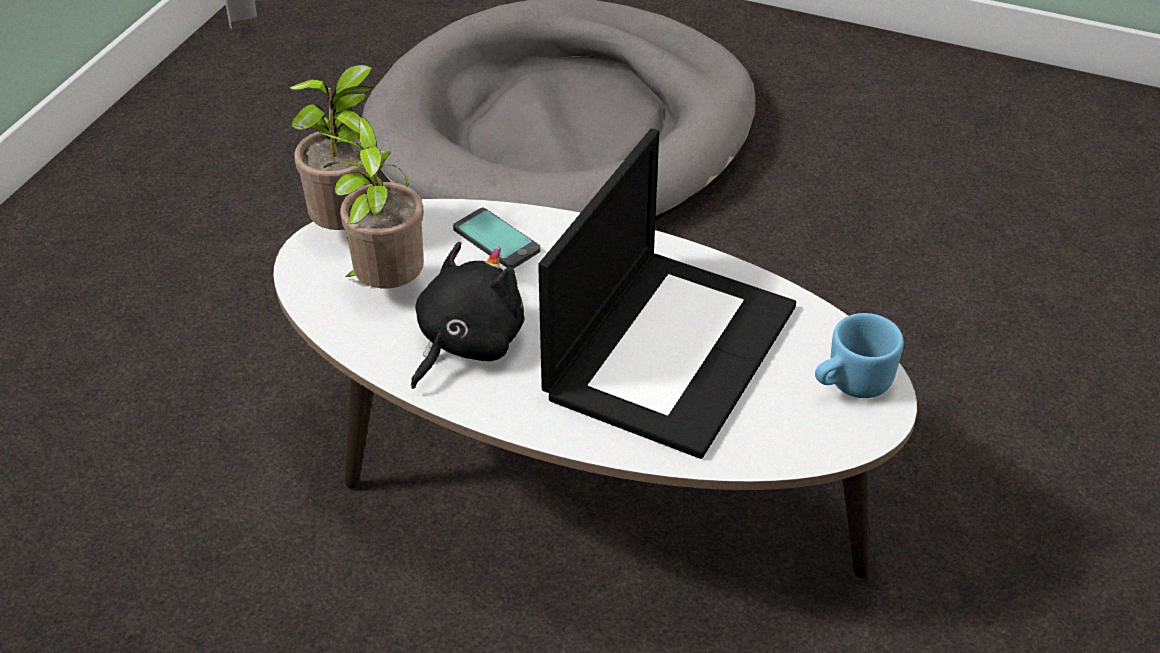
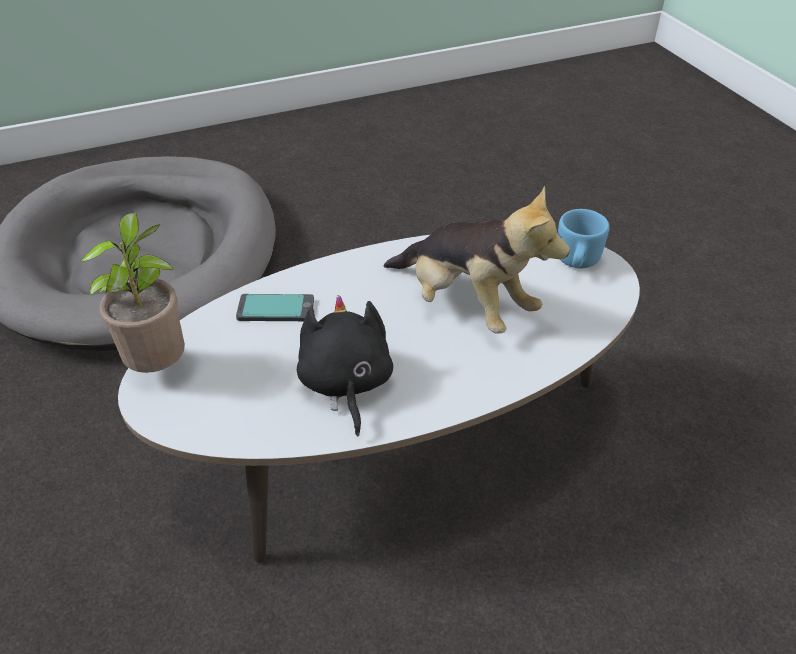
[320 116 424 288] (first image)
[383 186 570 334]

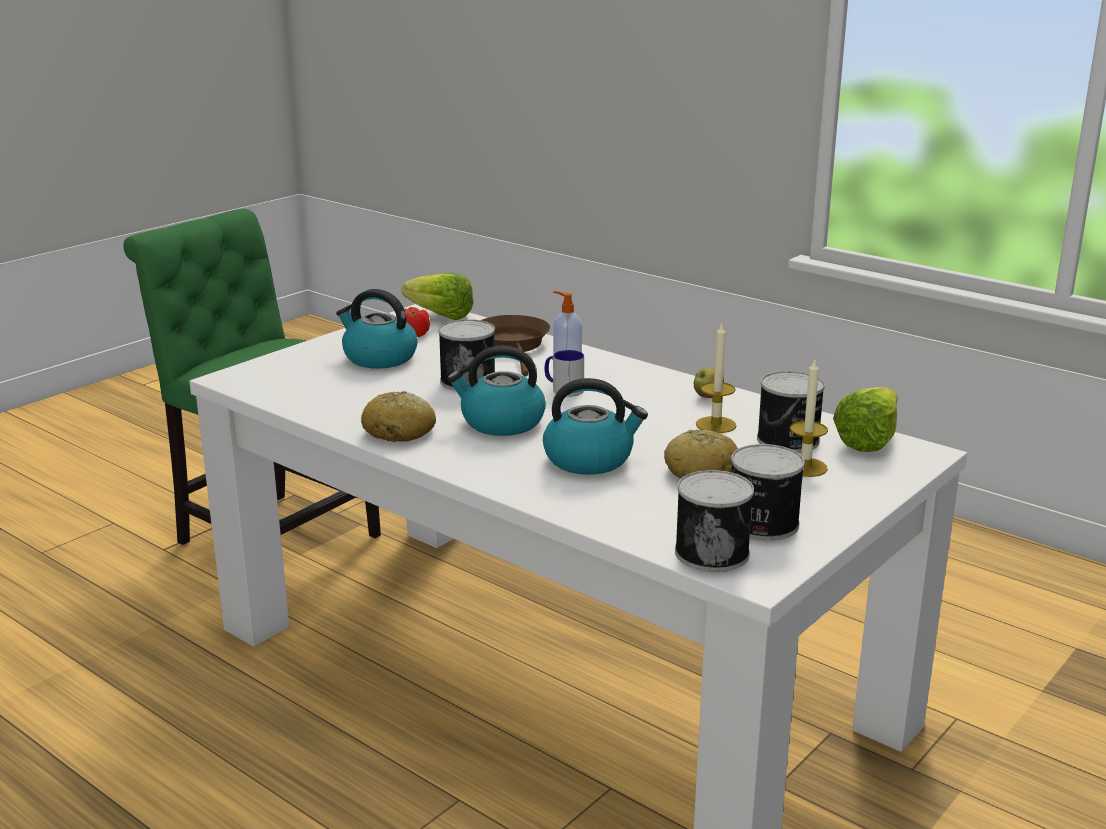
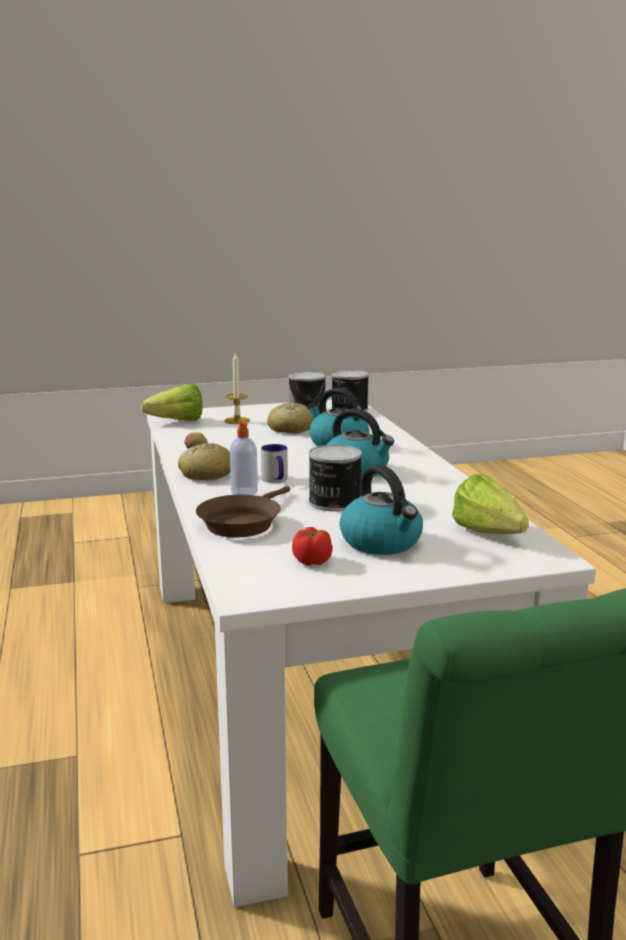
[696 322 736 433] (first image)
[757 371 825 453] (first image)
[178 443 230 480]
[452 474 529 534]

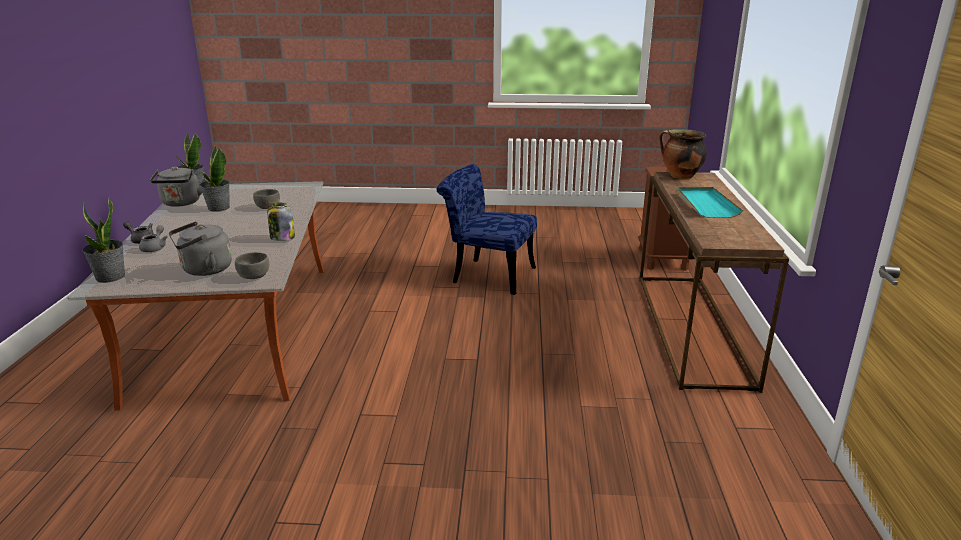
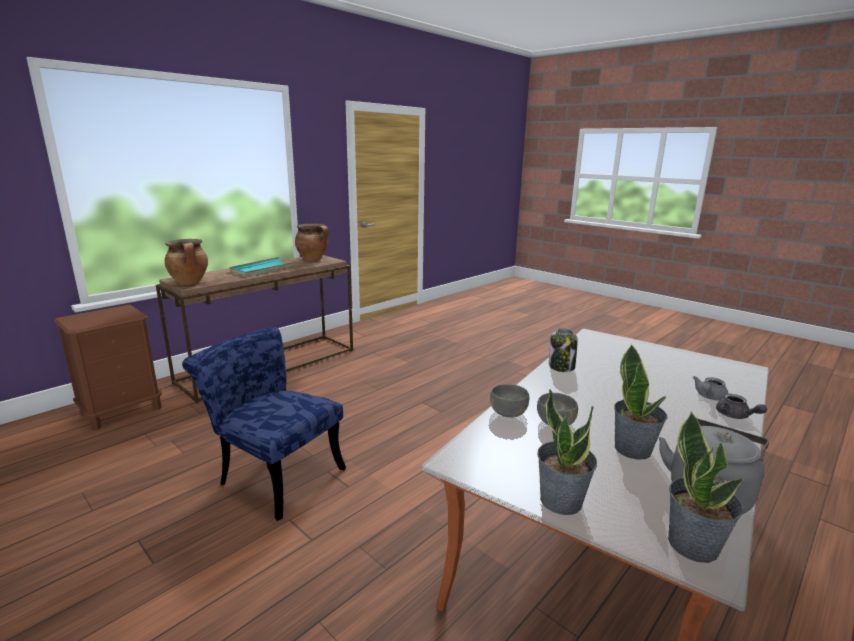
[169 221 232 276] (first image)
[295 224 329 261]
[537 389 597 515]
[490 384 529 417]
[182 327 346 521]

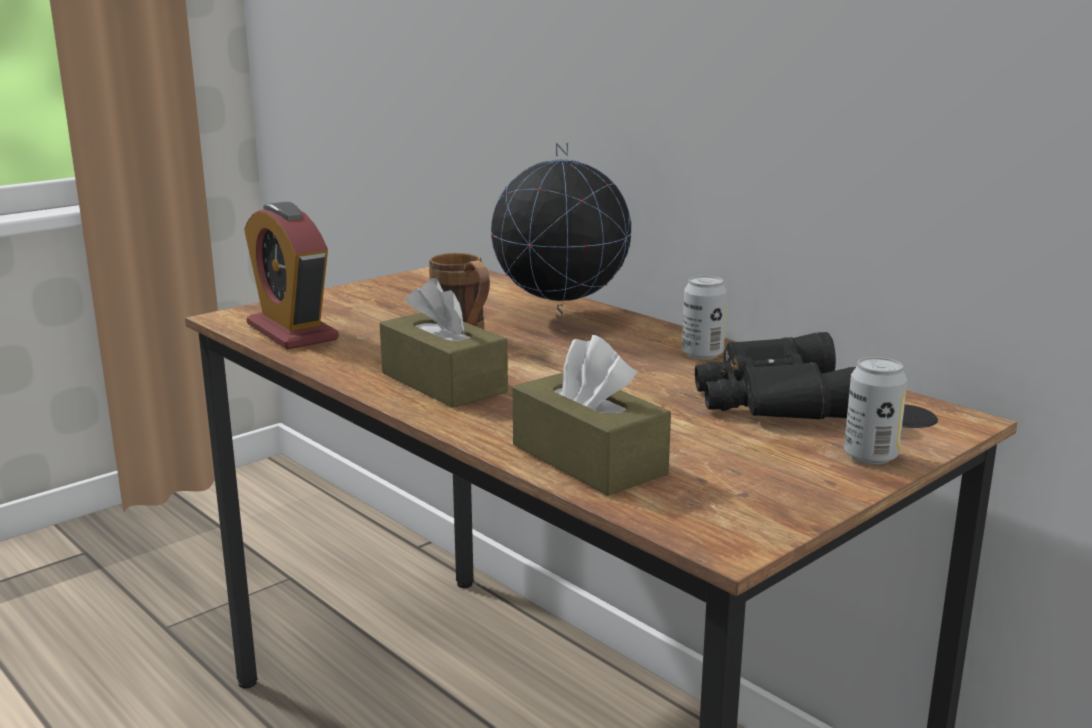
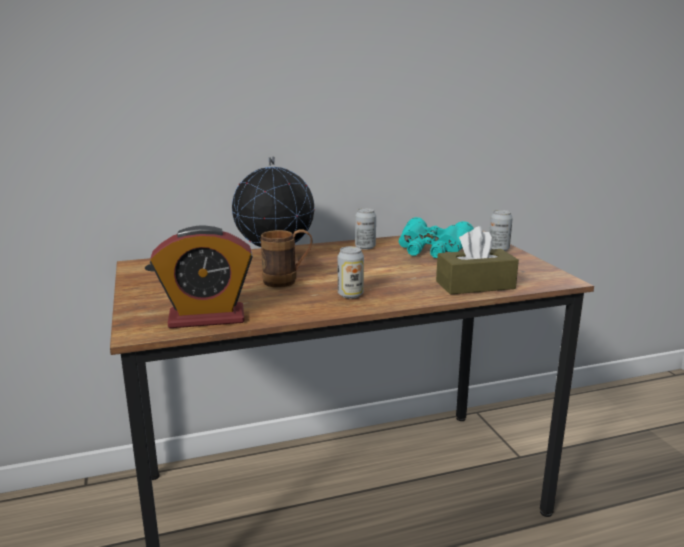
[338 246 364 298]
[399 217 474 258]

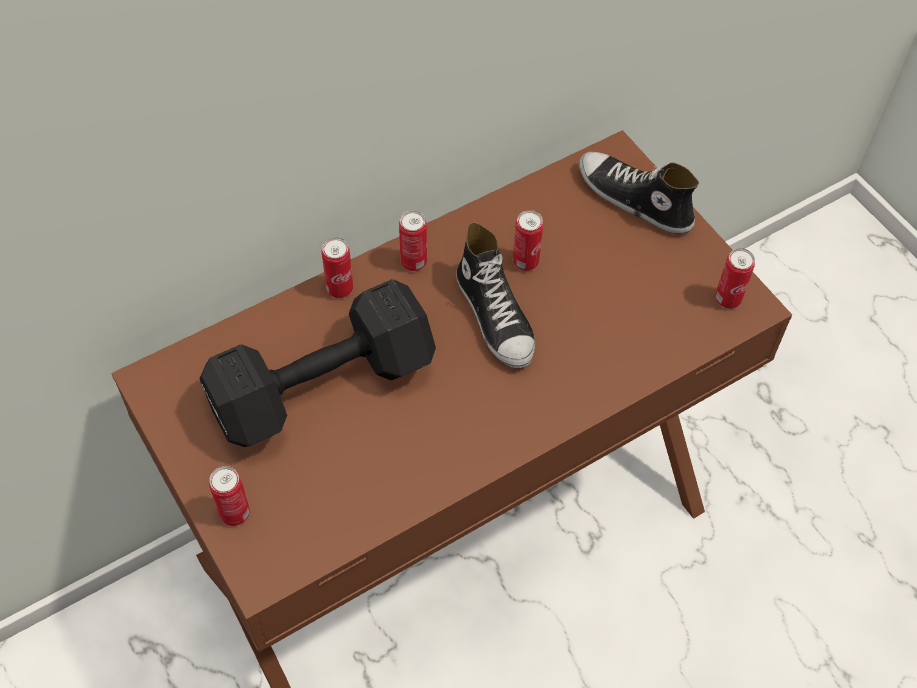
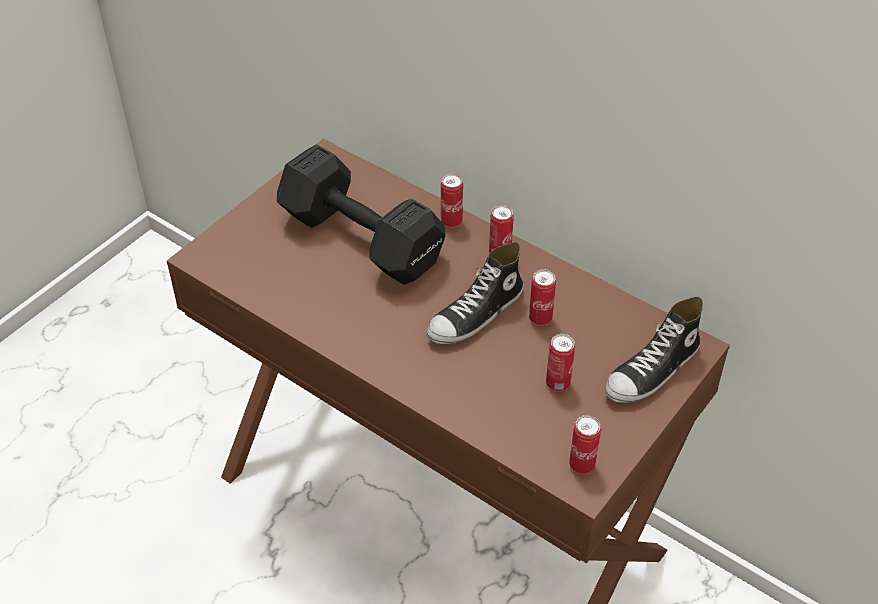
[546 334 575 391]
[605 297 703 403]

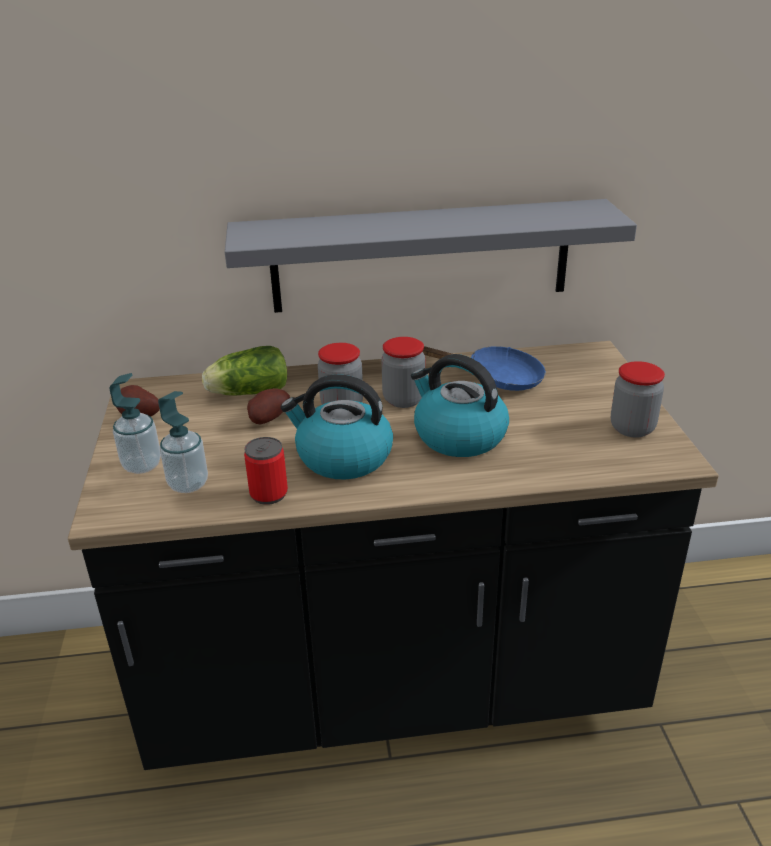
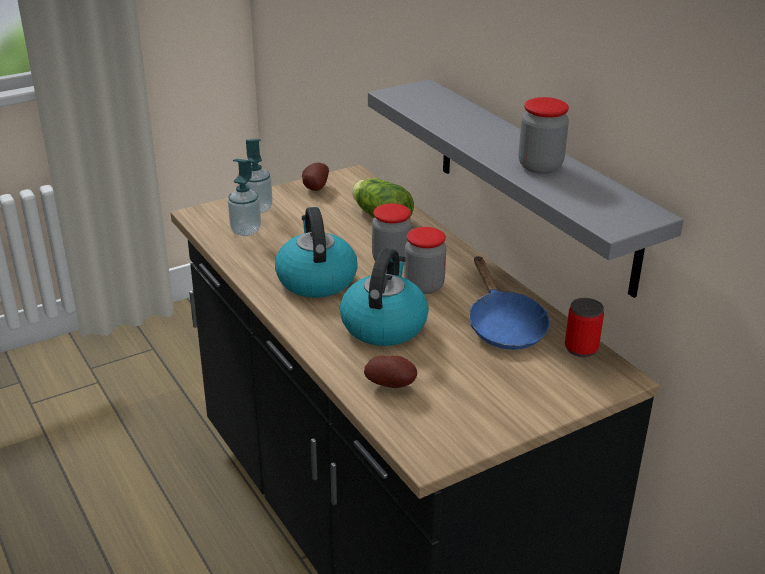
[565 298 604 357]
[364 356 417 388]
[518 97 569 174]

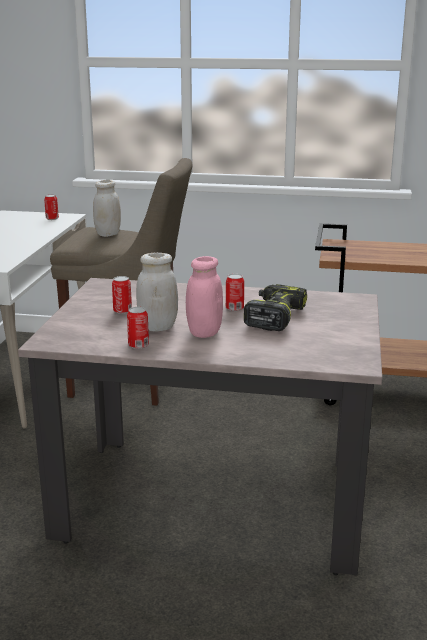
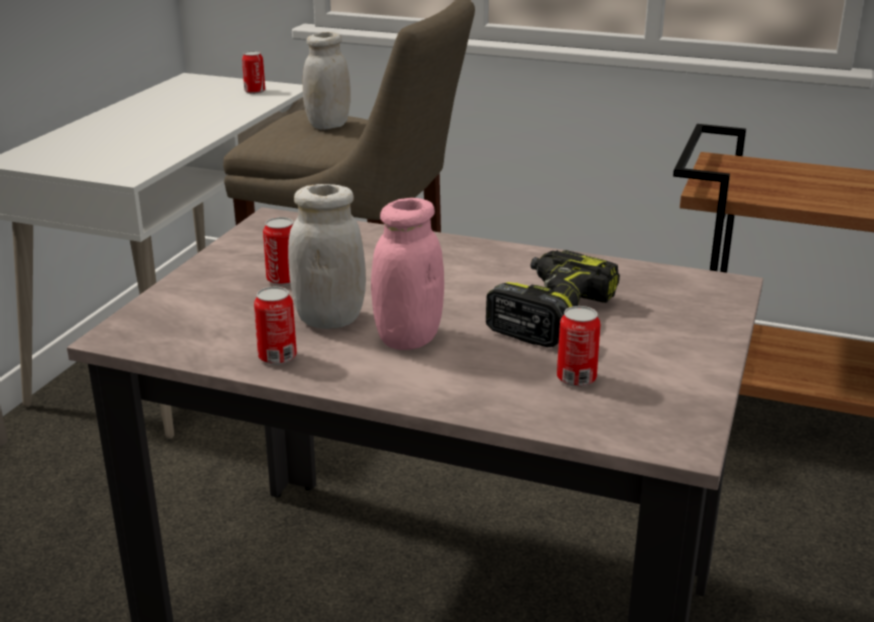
[557 306 600 387]

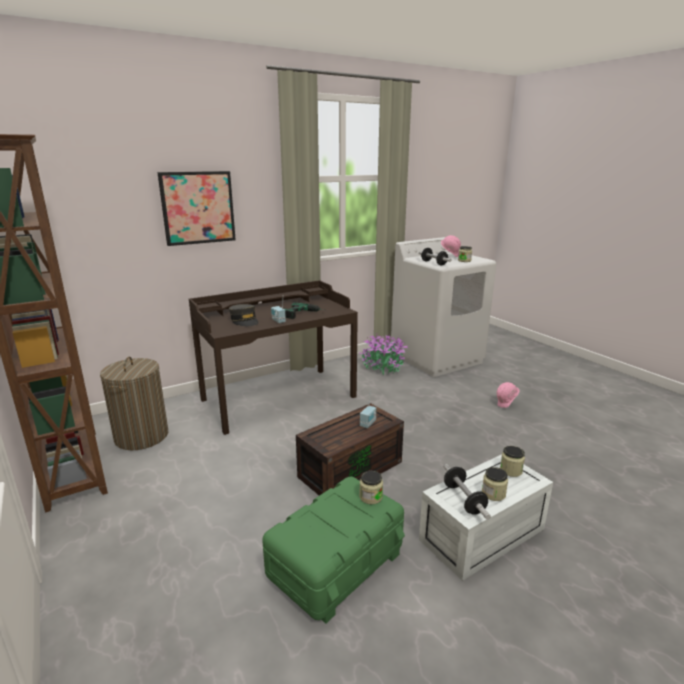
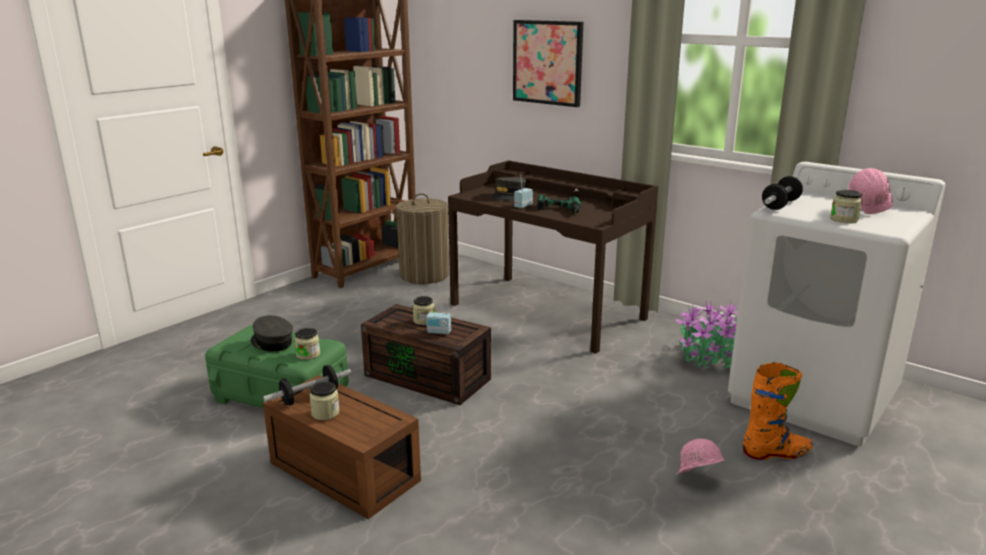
[251 315 293 352]
[743 362 813 460]
[413 296 435 325]
[263 375 421 519]

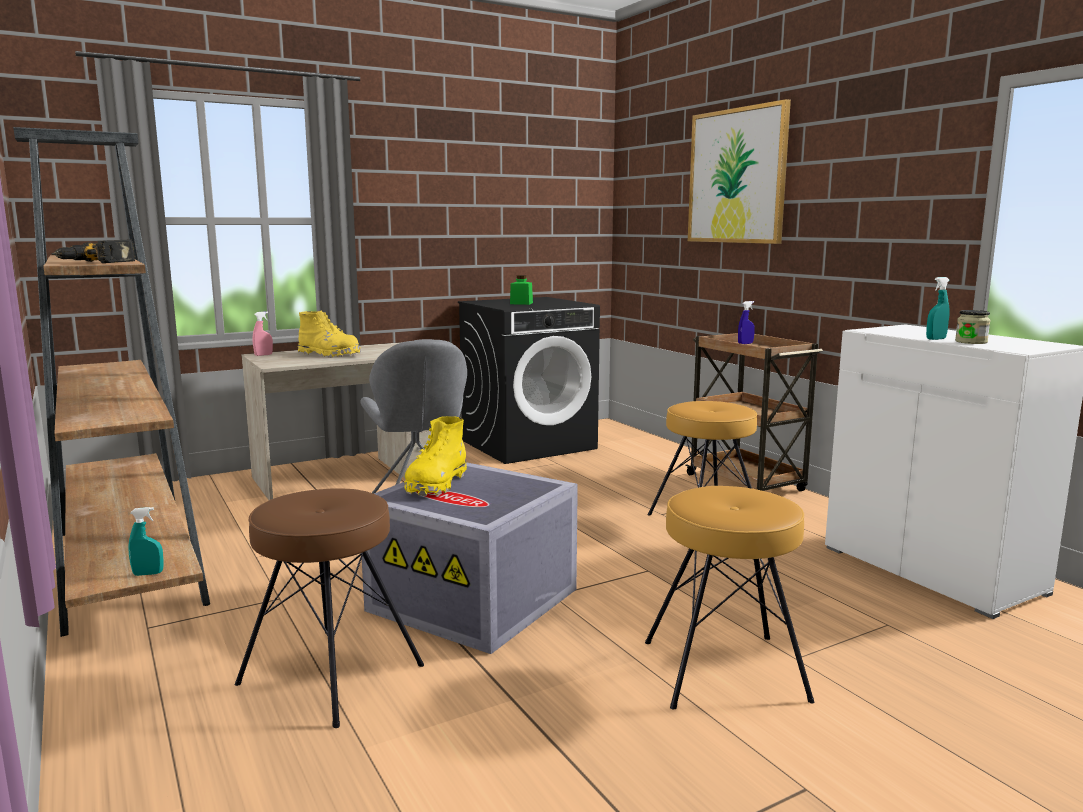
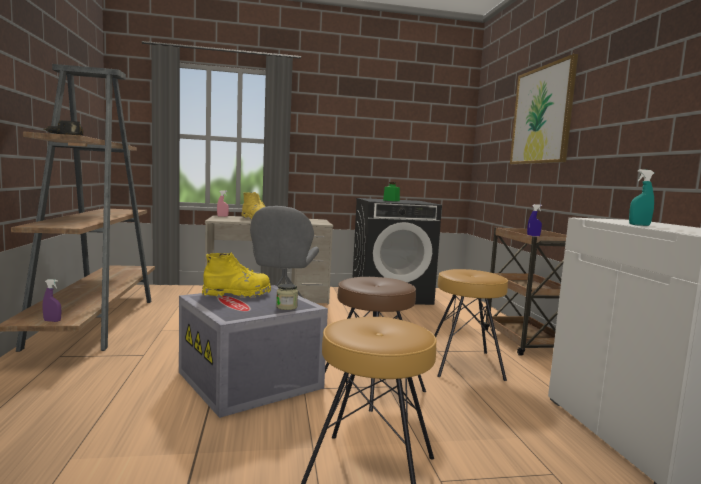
[325 277 426 412]
[276 283 298 310]
[43 279 61 322]
[202 252 271 298]

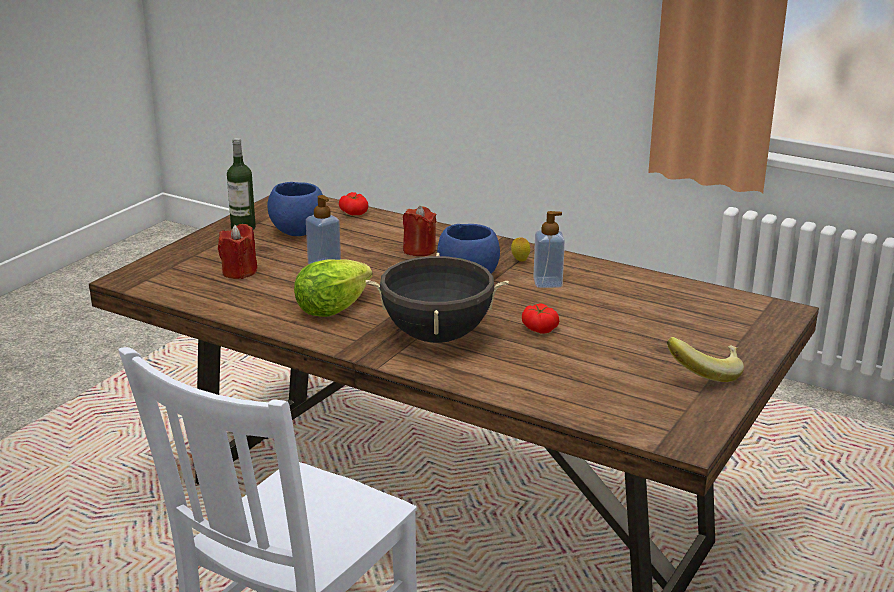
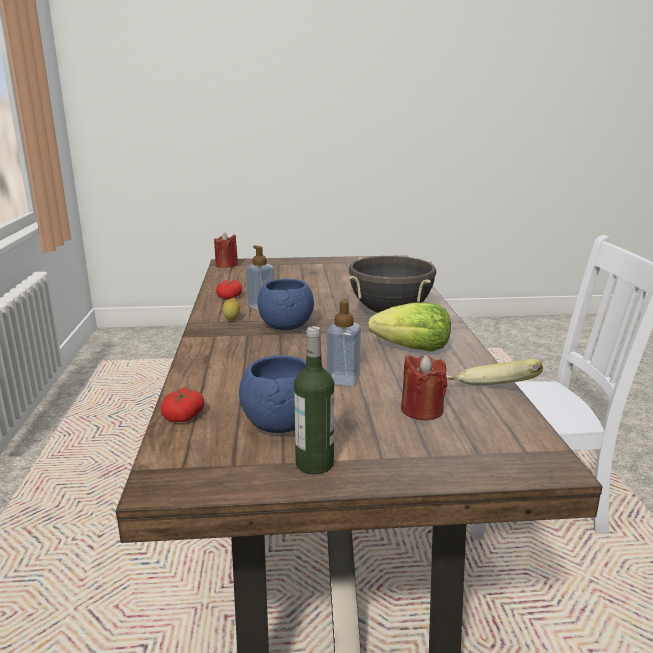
[214 232 238 268]
[216 280 242 299]
[446 359 543 385]

